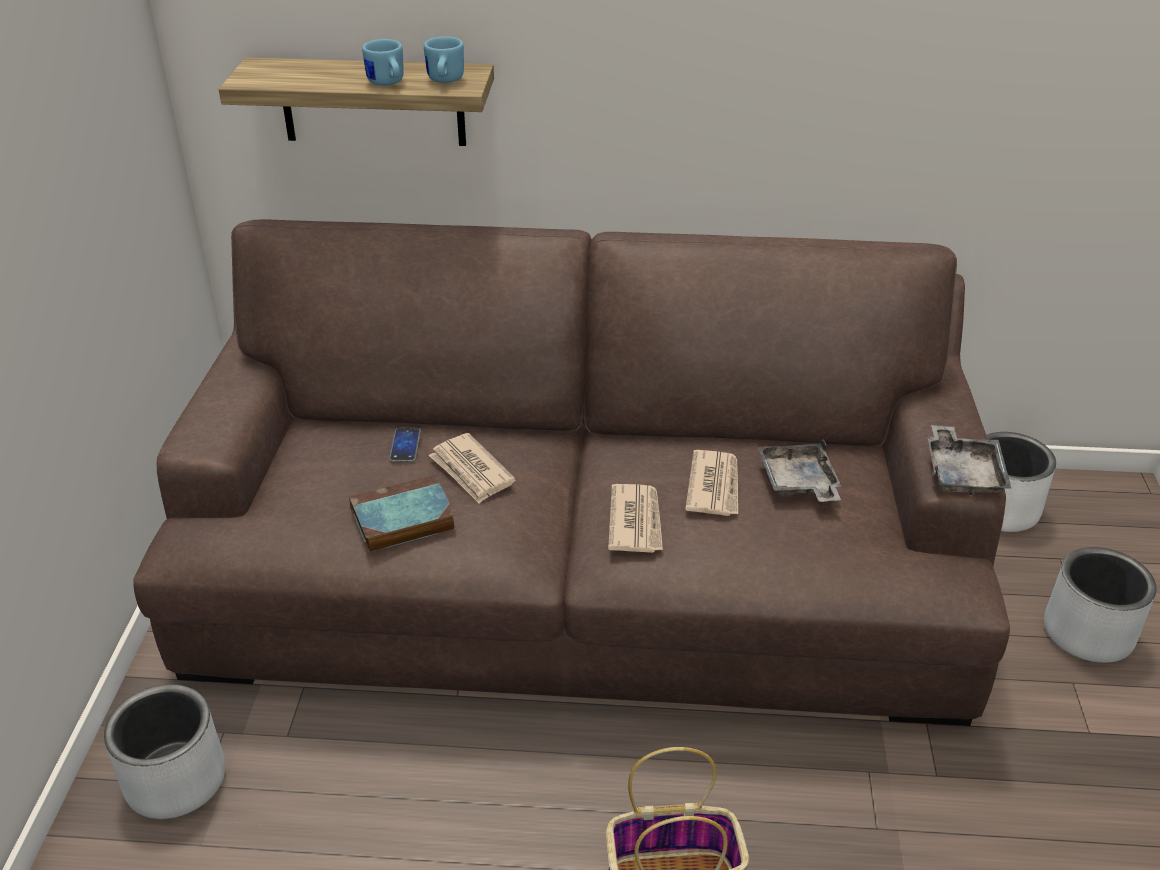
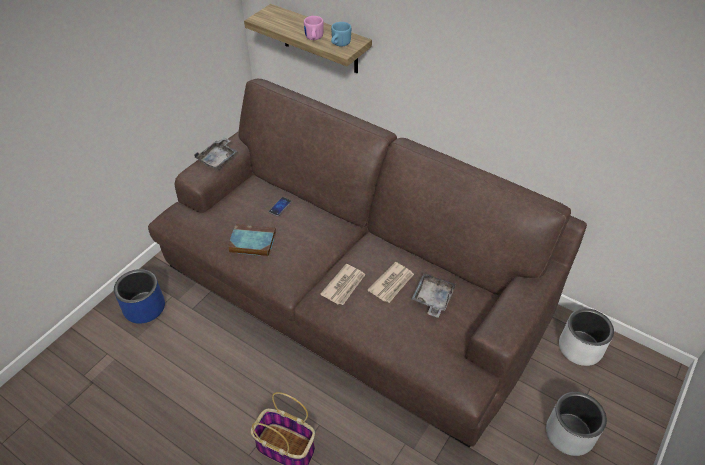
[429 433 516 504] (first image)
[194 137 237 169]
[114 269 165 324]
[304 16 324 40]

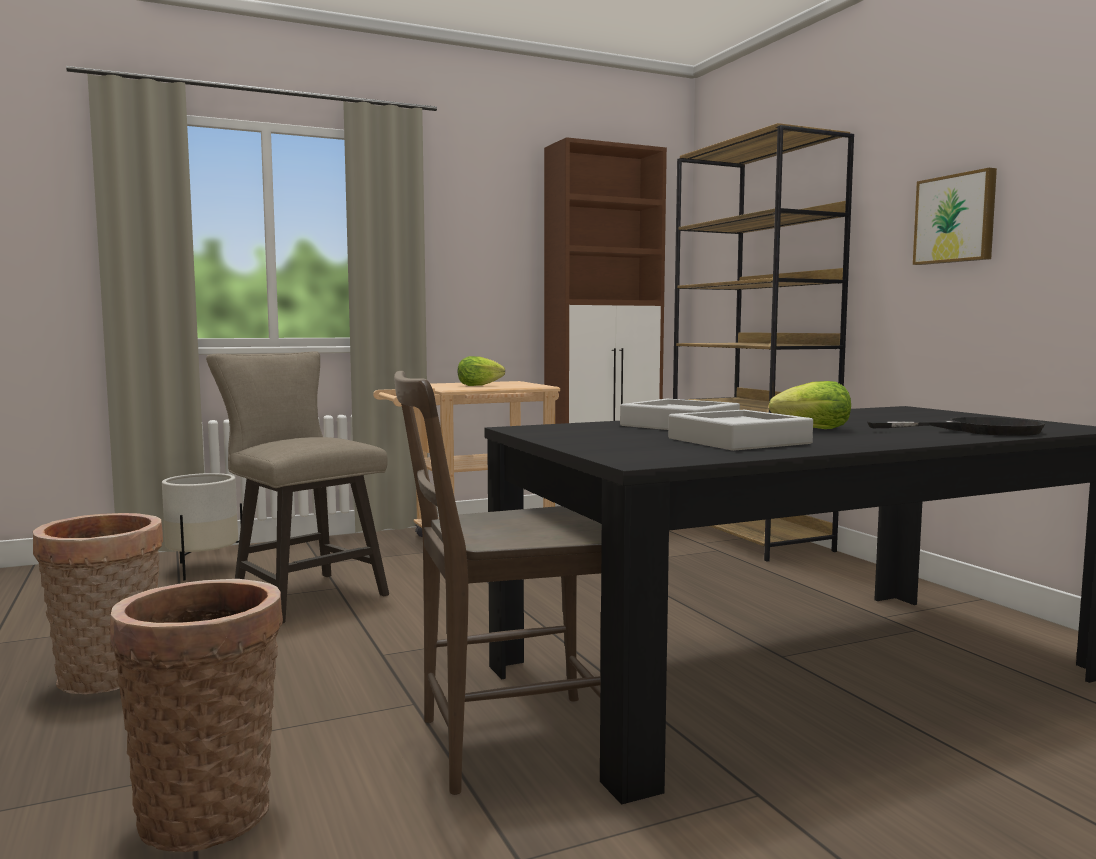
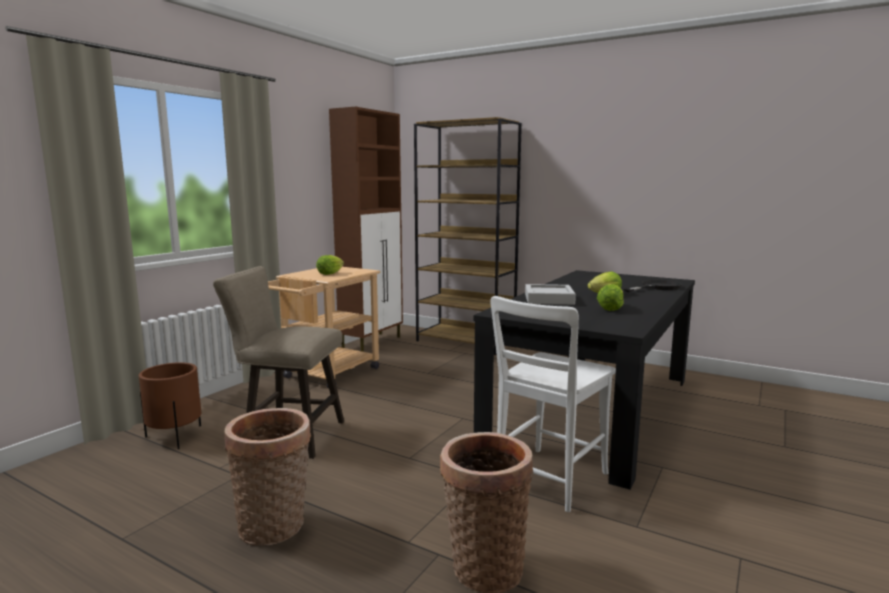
[913 168 997 265] (first image)
[597 284 624 311]
[139 362 202 449]
[490 296 616 512]

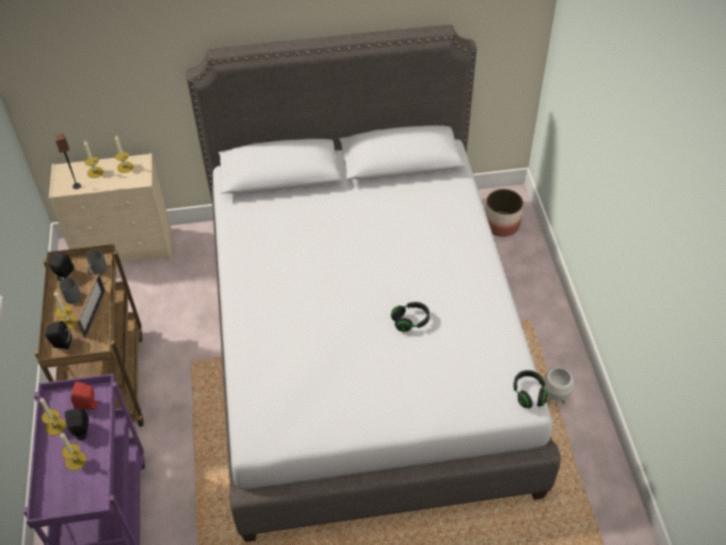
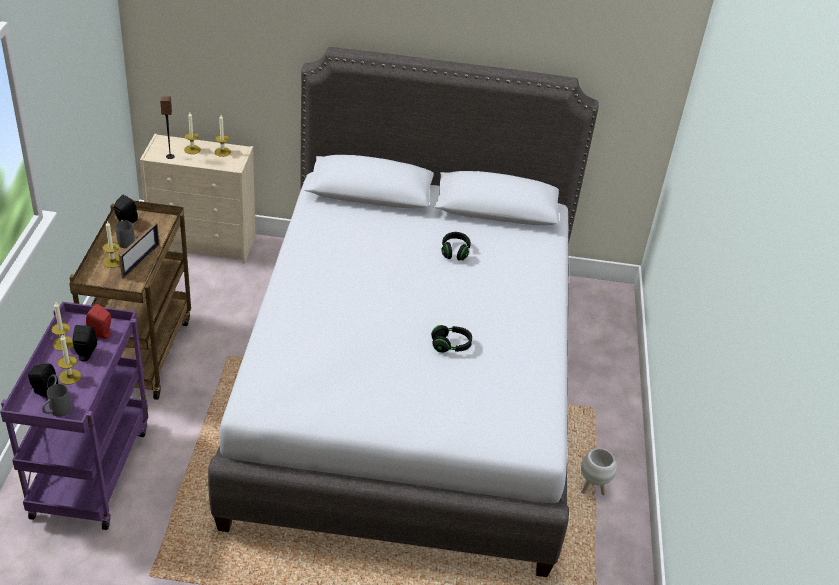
[485 189 523 237] (first image)
[28 364 58 398]
[42 384 71 417]
[442 232 471 261]

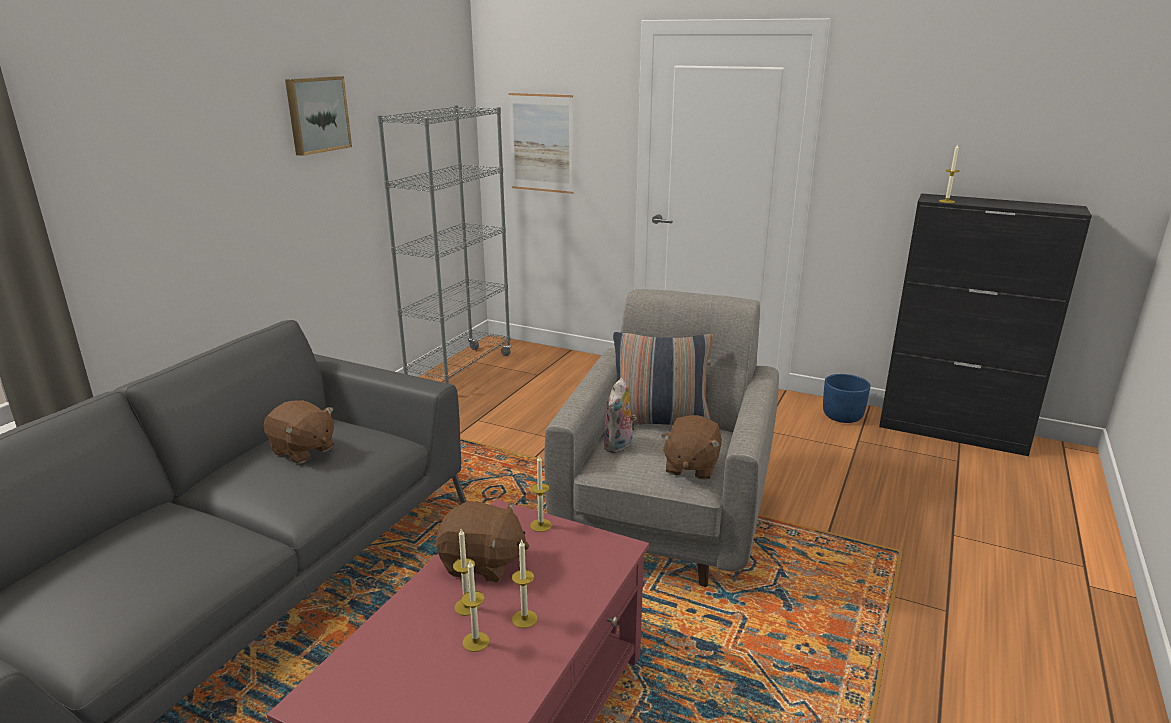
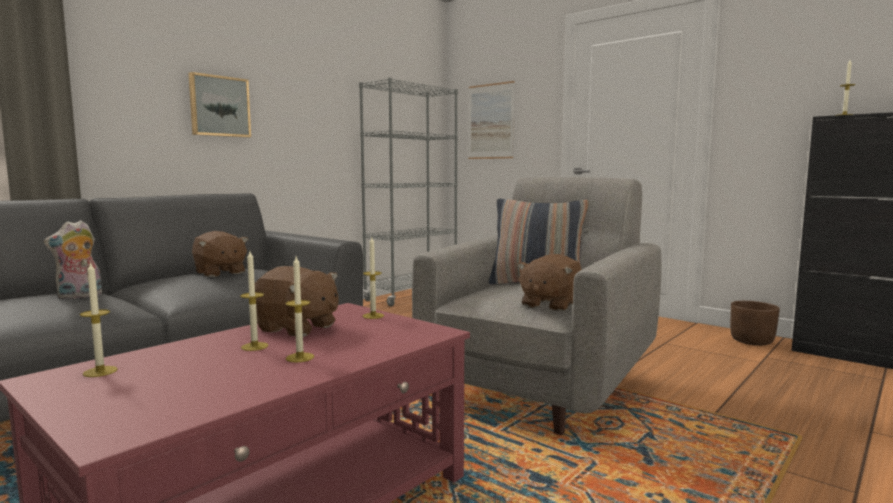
[188 72 251 138]
[80 262 118 377]
[44 220 102 299]
[730 301 780 346]

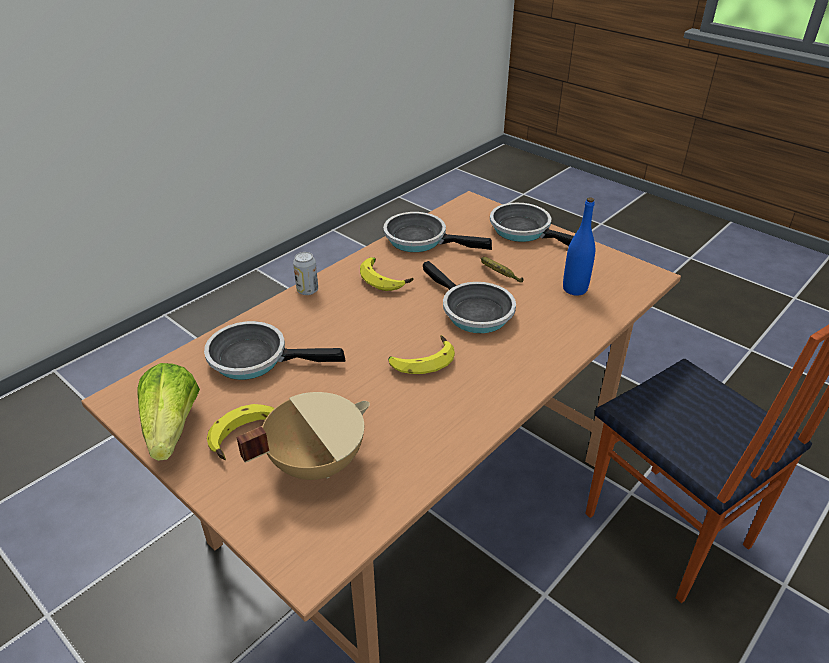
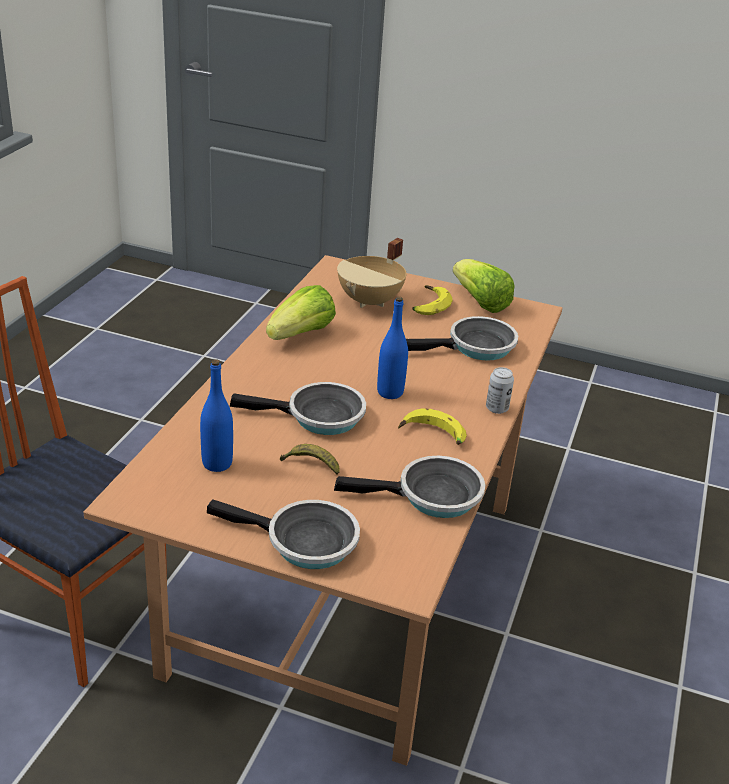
[388 335 455 374] (first image)
[266 285 336 340]
[377 297 408 399]
[230 382 366 435]

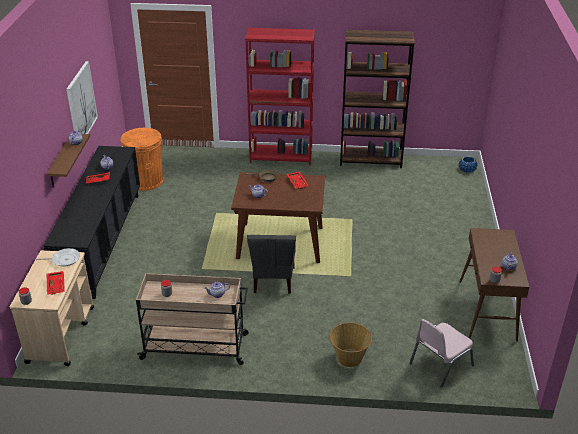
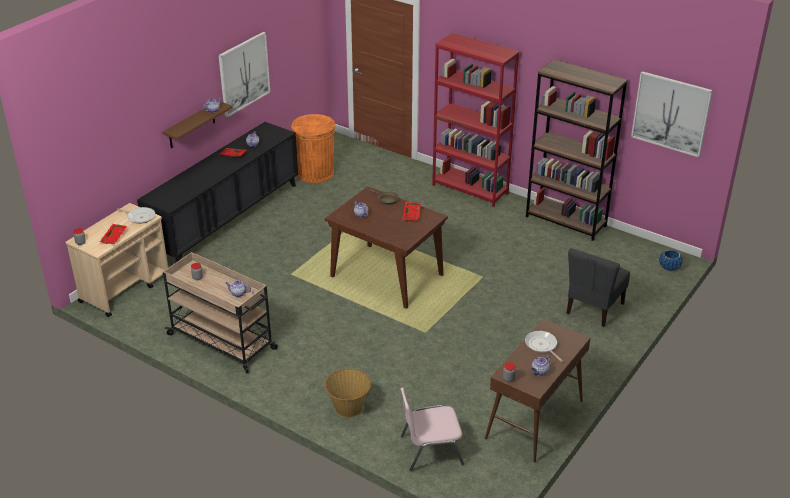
[525 331 563 362]
[631 71 713 157]
[566 248 630 327]

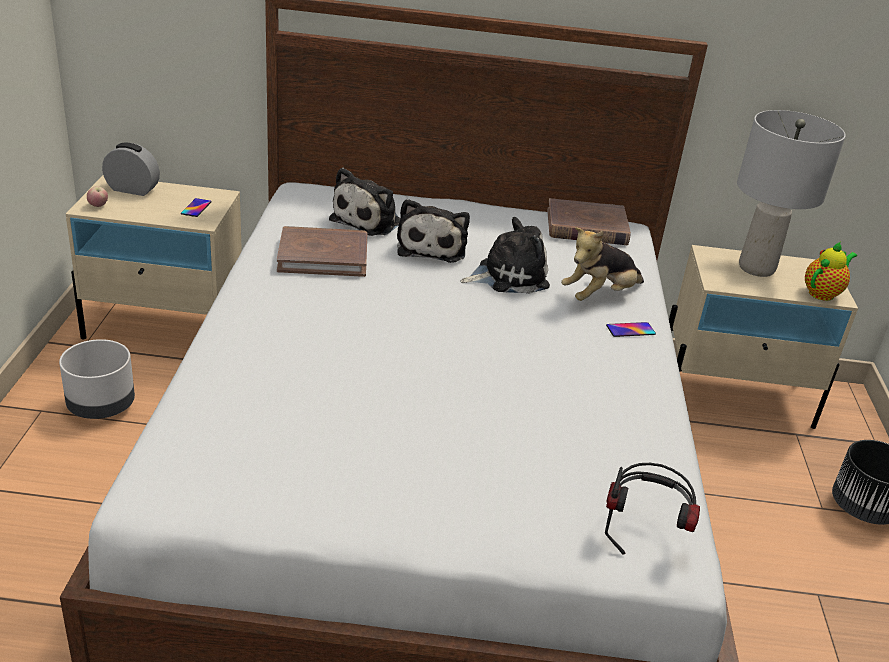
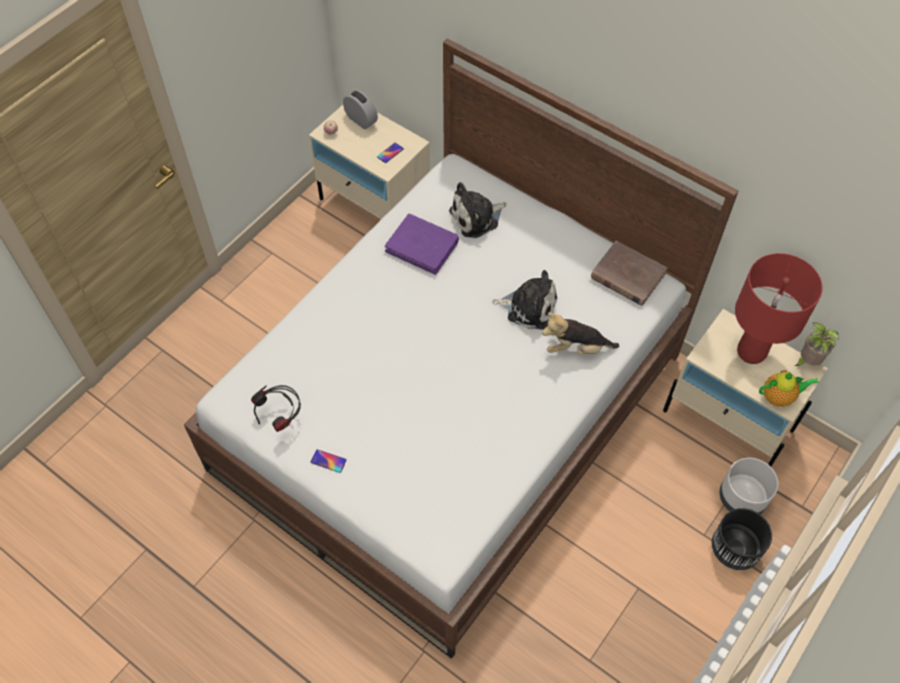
[397 199 470 263] (first image)
[795 322 838 366]
[719 458 779 514]
[251 385 301 432]
[311 449 347 473]
[385 214 459 275]
[735 253 823 364]

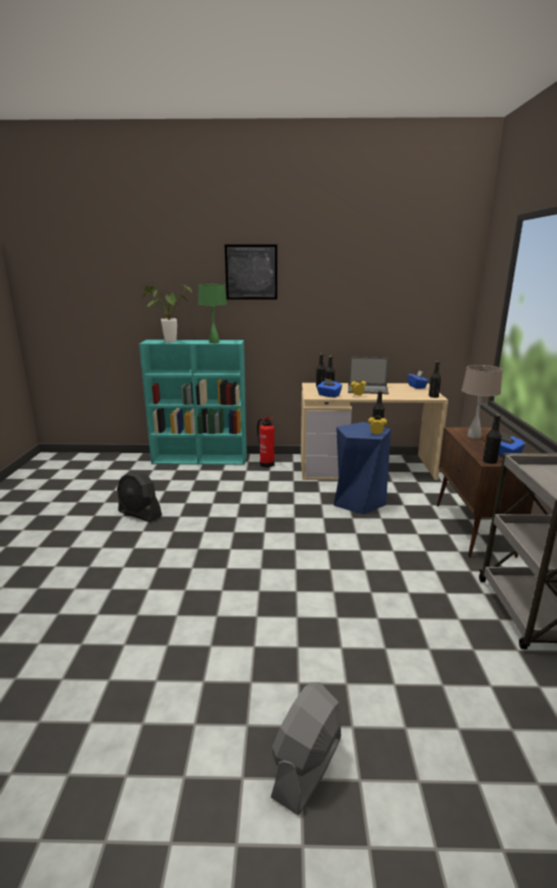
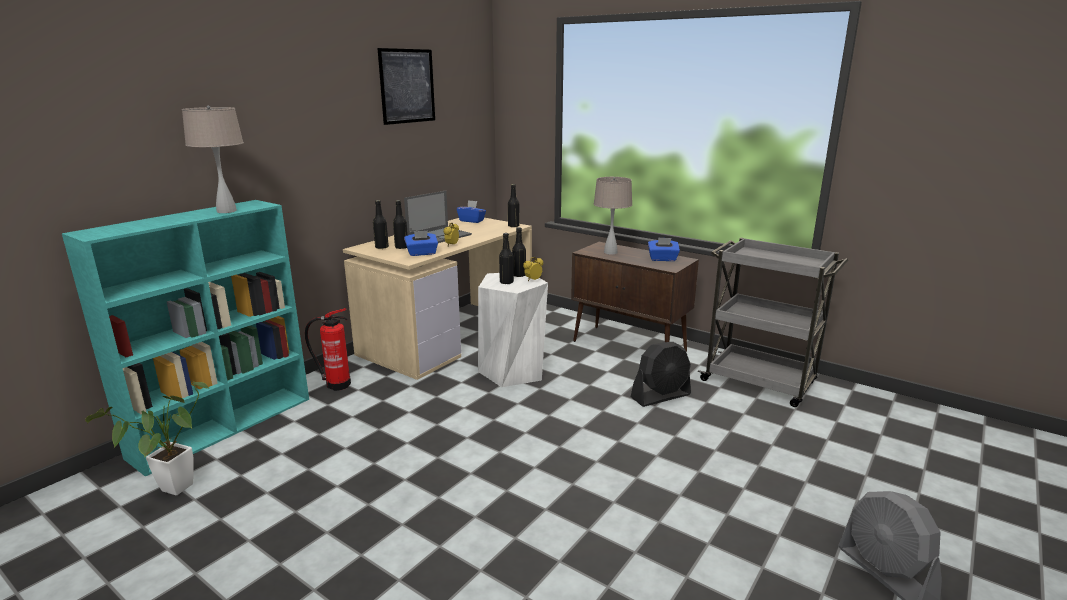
[631 342 691 407]
[85 381 211 495]
[378 48 435 125]
[499 233 514 284]
[182 106 244 213]
[478 273 548 387]

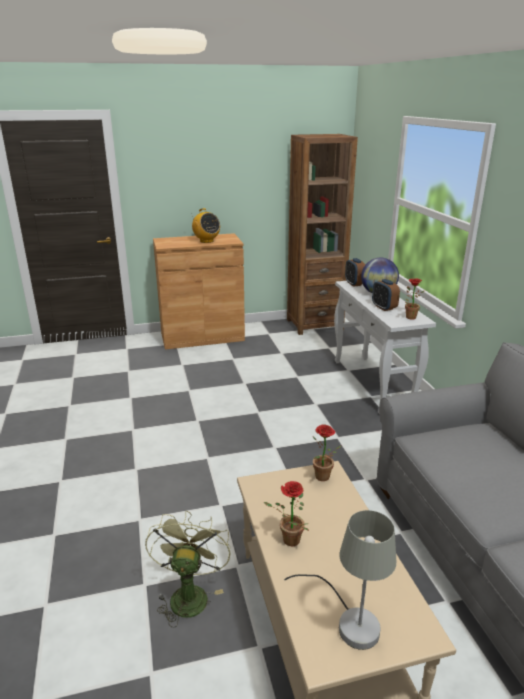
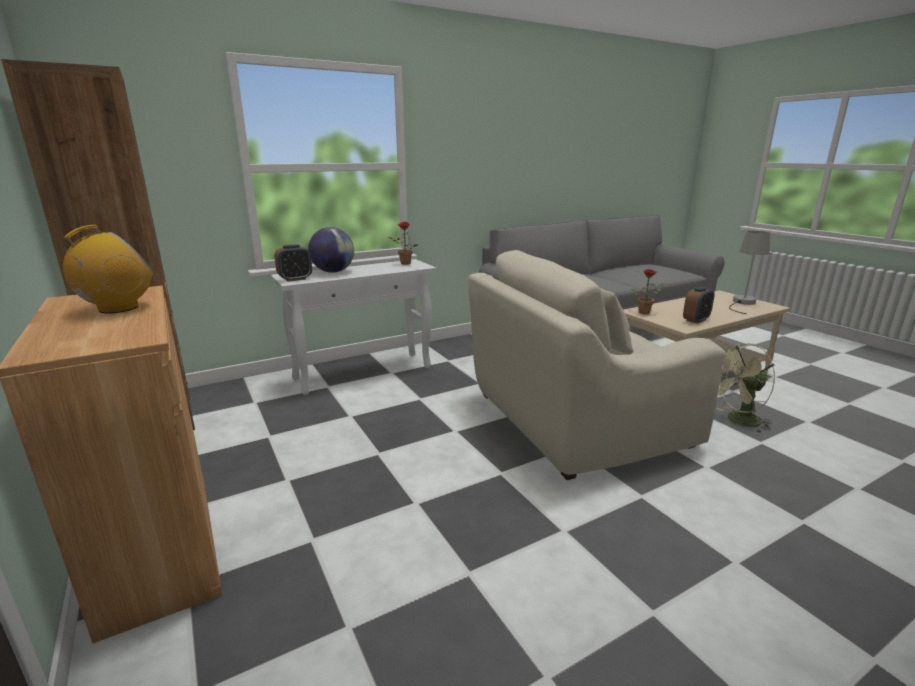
[264 481 309 546] (first image)
[468 250 725 480]
[683 286 715 324]

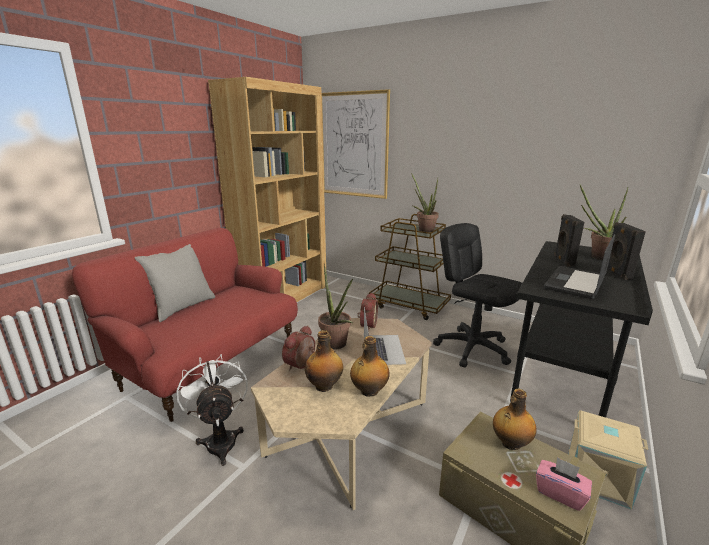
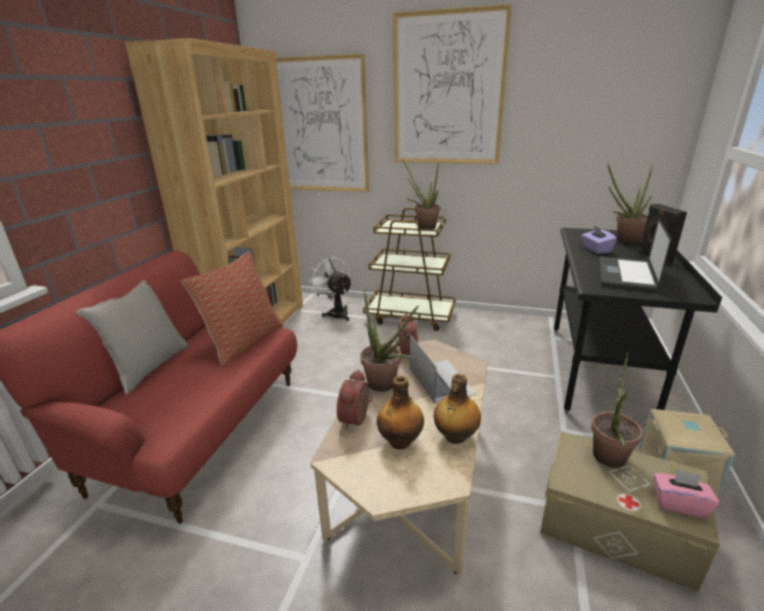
[433 223 522 368] (first image)
[181 251 283 367]
[393 4 512 164]
[308 256 352 321]
[591 353 643 468]
[581 225 617 254]

